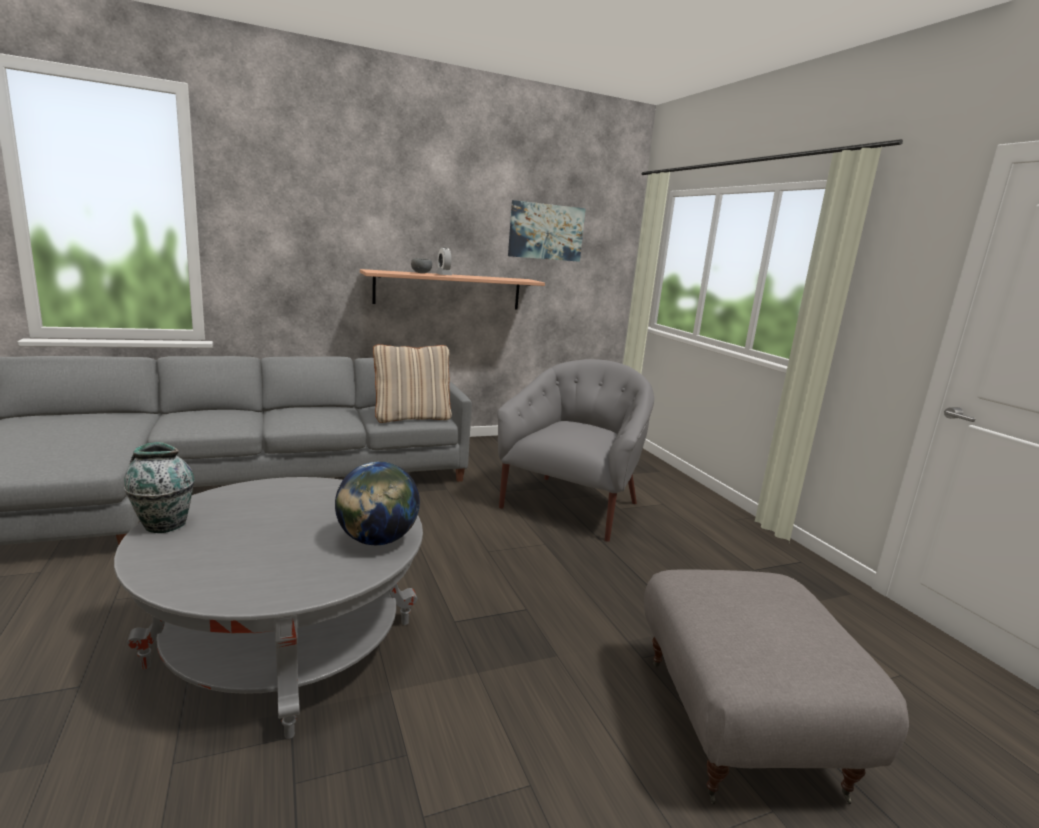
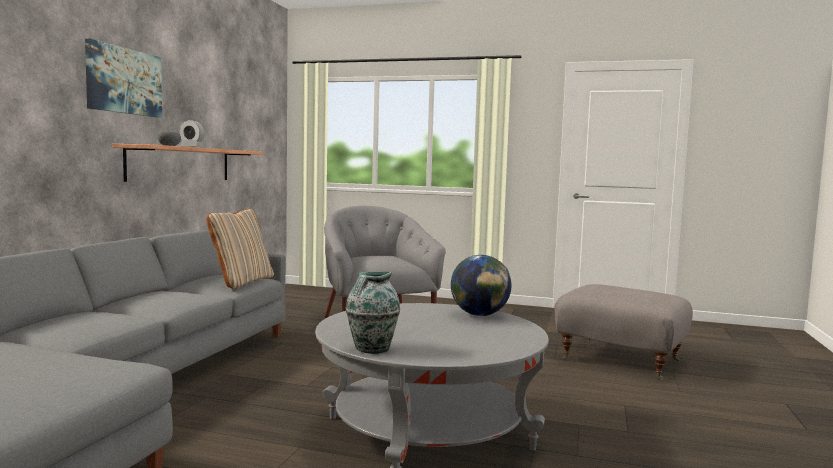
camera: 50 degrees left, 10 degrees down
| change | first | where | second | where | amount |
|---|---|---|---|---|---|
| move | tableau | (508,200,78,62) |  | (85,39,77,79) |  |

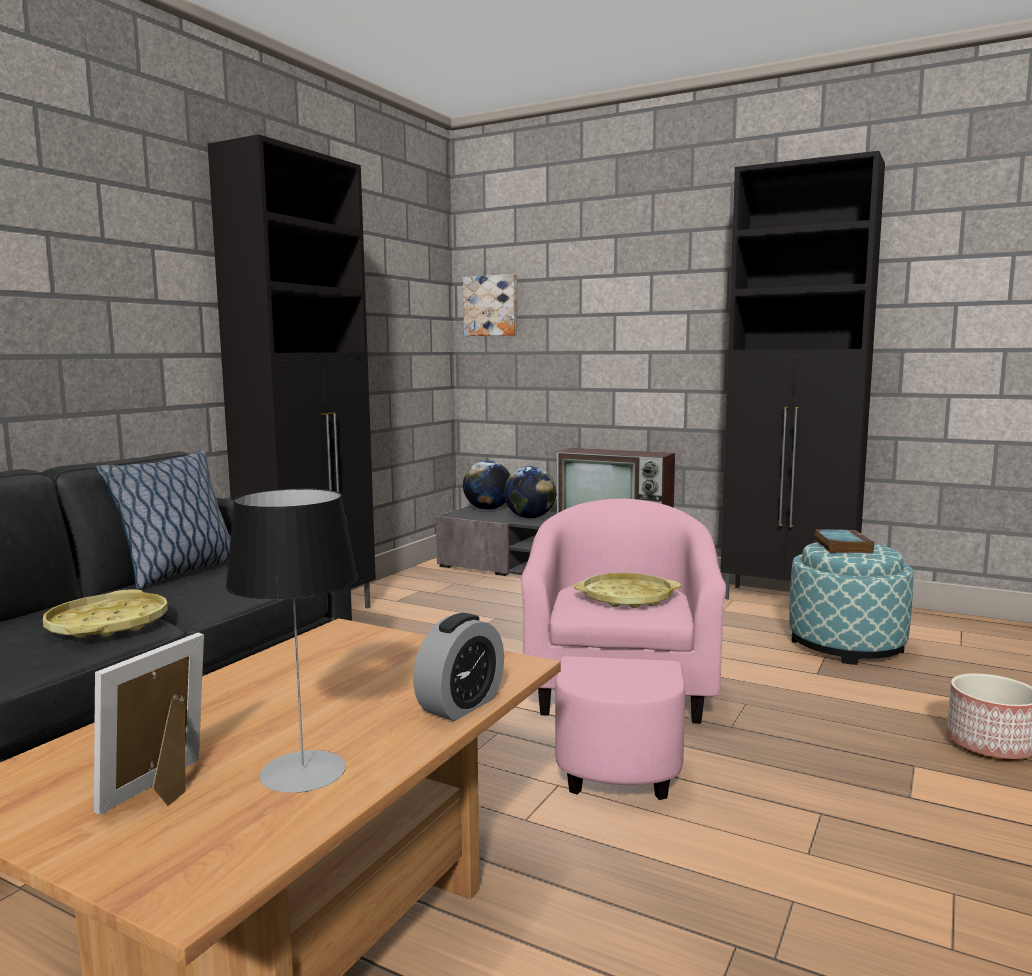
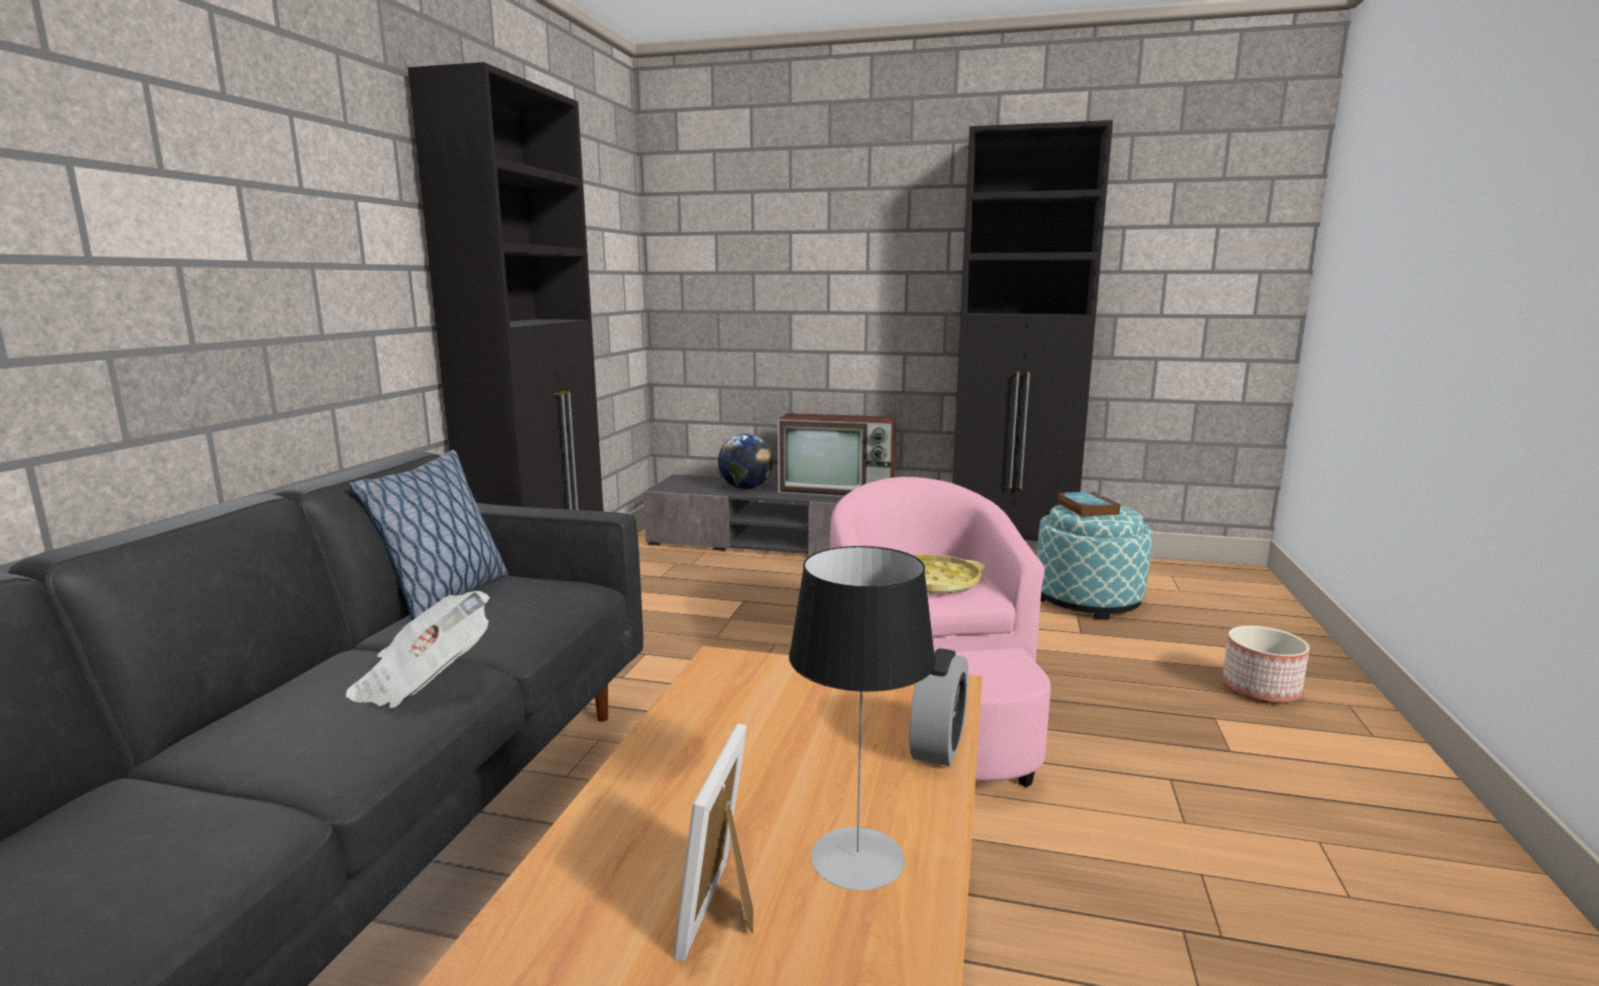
camera: 15 degrees left, 5 degrees up
| change | first | where | second | where | amount |
|---|---|---|---|---|---|
| delete | tableau | (463,274,54,62) |  |  |  |
| delete | globe | (463,460,47,50) |  |  |  |
| replace | plateau [jaune] | (43,589,125,49) | journal | (346,591,144,117) |  |

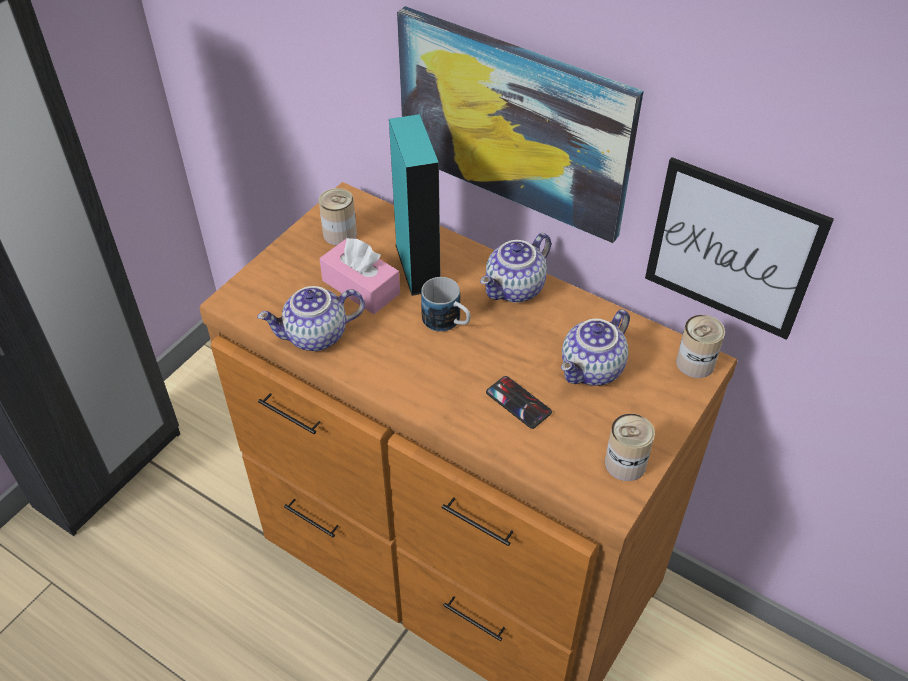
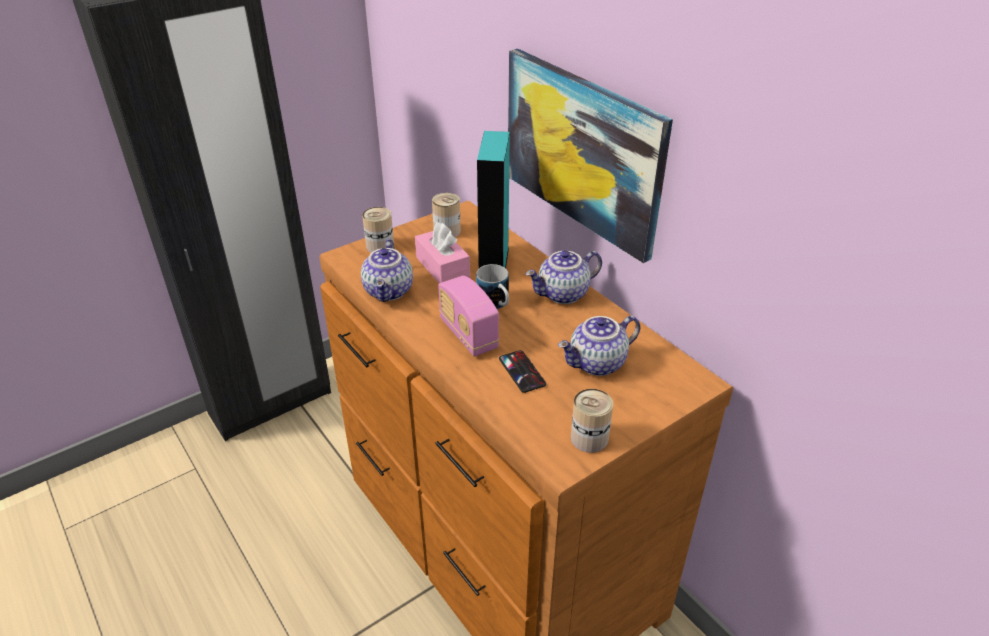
camera: 20 degrees right, 10 degrees down
| change | first | where | second | where | amount |
|---|---|---|---|---|---|
| delete | tableau | (645,157,189,183) |  |  |  |
| rotate | théière | (257,286,108,65) |  | (361,239,52,63) | 90 degrees counterclockwise |
| move | boîte métallique | (676,315,49,63) |  | (362,207,32,46) |  |
| insert |  |  | radio | (438,276,61,81) |  |

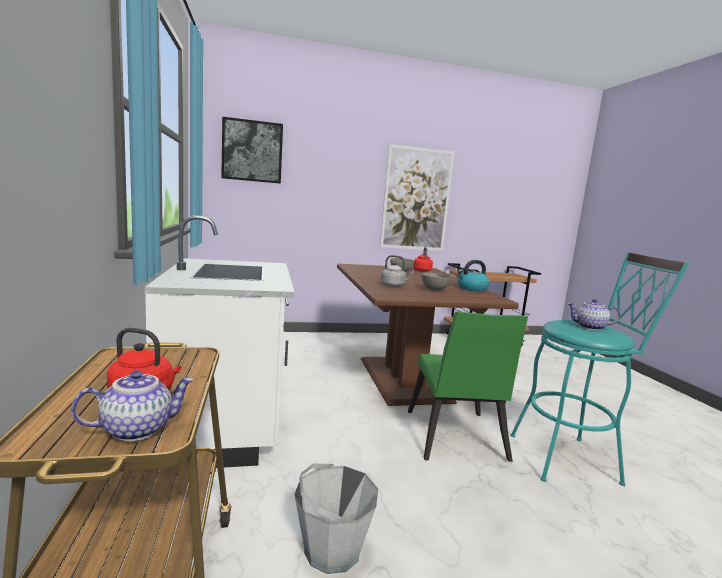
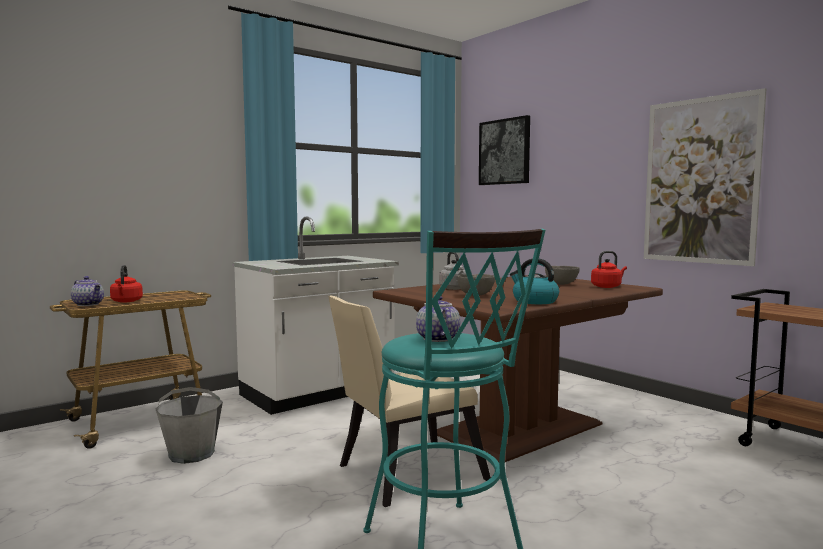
camera: 65 degrees right, 5 degrees down
| change | first | where | second | where | amount |
|---|---|---|---|---|---|
| recolor | chaise [vert] | (408,311,120,151) | chaise [beige] | (328,296,163,211) |  |

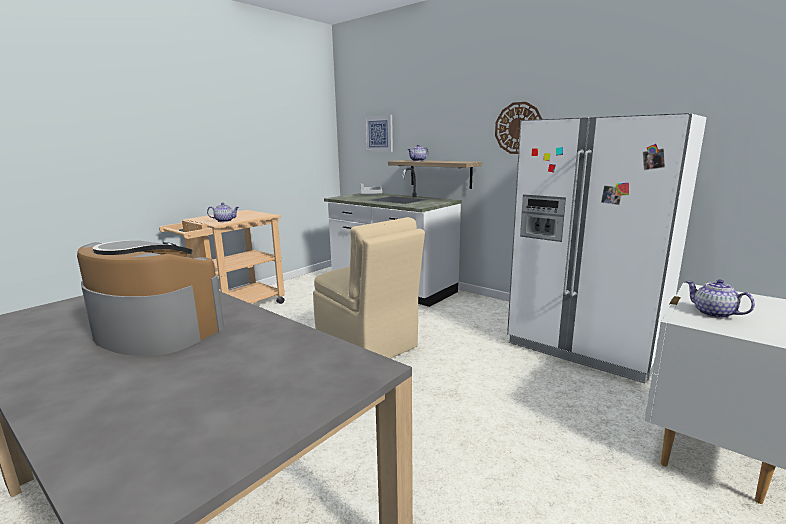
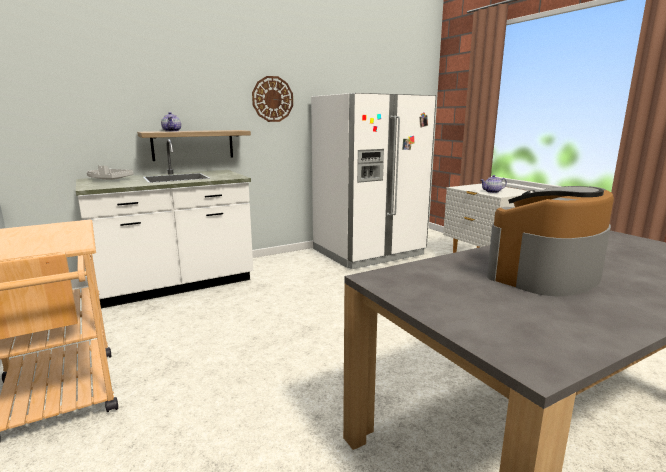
camera: 70 degrees left, 0 degrees up
| change | first | where | second | where | amount |
|---|---|---|---|---|---|
| delete | tableau | (364,115,29,37) |  |  |  |
| delete | théière | (207,203,32,19) |  |  |  |
| delete | chaise [beige] | (313,217,112,142) |  |  |  |

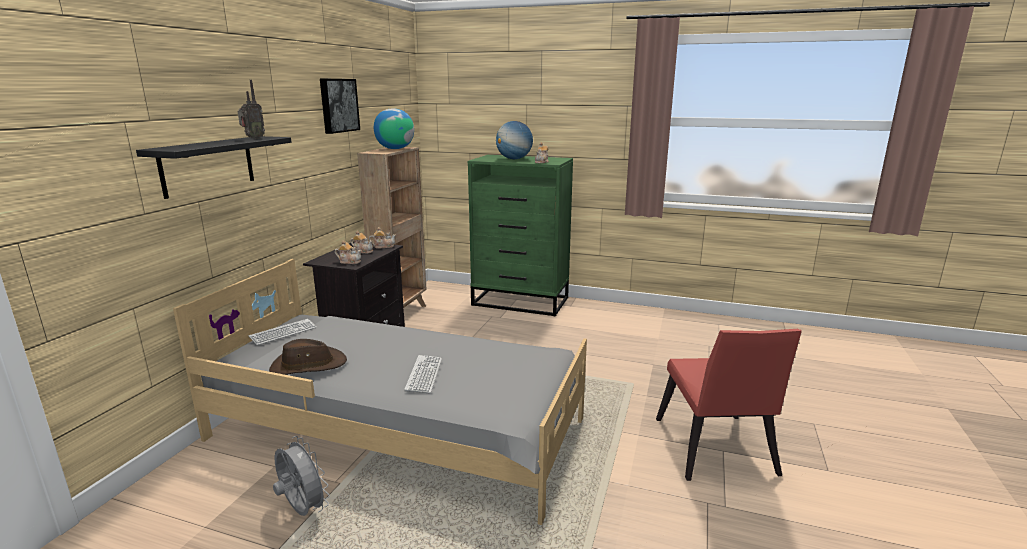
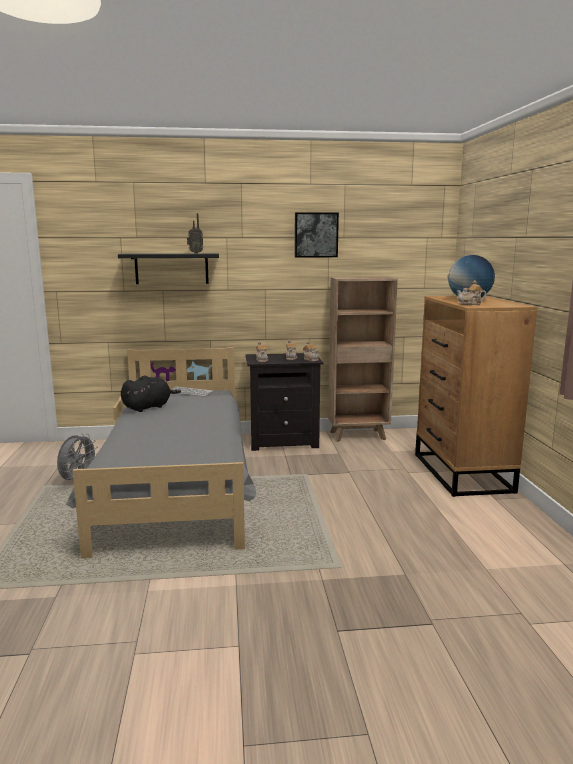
camera: 65 degrees right, 5 degrees down
| change | first | where | second | where | amount |
|---|---|---|---|---|---|
| delete | globe | (374,109,40,40) |  |  |  |
| recolor | commode [vert] | (467,155,106,162) | commode [marron] | (415,296,122,201) |  |
| delete | chaise [rouge] | (656,329,146,152) |  |  |  |
| replace | chapeau [marron] | (269,339,78,36) | peluche [noir] | (121,376,60,36) |  |
| delete | clavier | (404,355,38,38) |  |  |  |

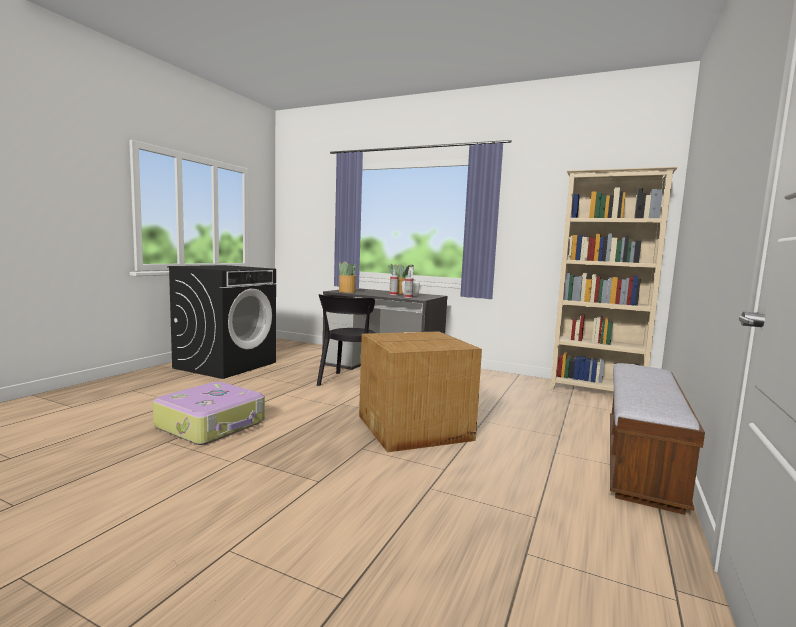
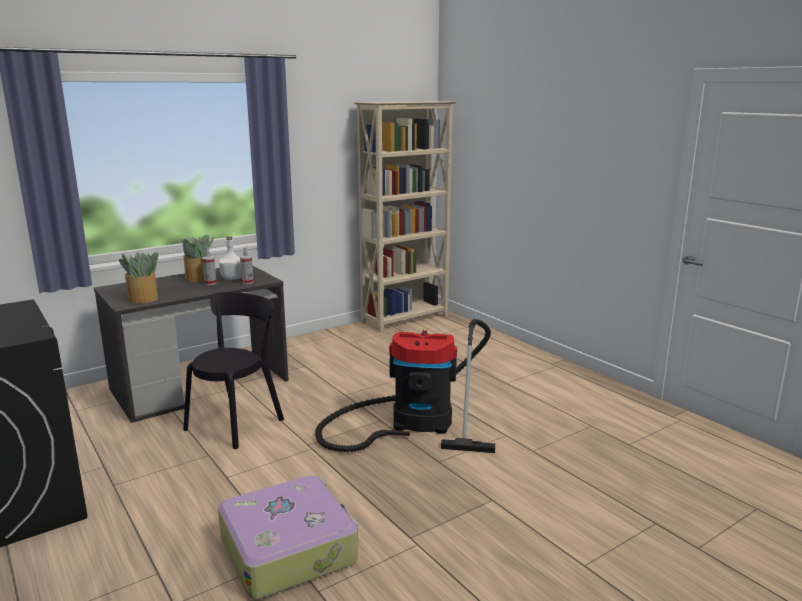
camera: 60 degrees left, 10 degrees up
| change | first | where | second | where | amount |
|---|---|---|---|---|---|
| rotate | chaise [noir] | (317,294,59,92) |  | (183,292,101,157) | 105 degrees counterclockwise |
| replace | carton | (359,331,123,121) | aspirateur | (315,319,180,134) |  |
| delete | banc | (610,363,95,152) |  |  |  |

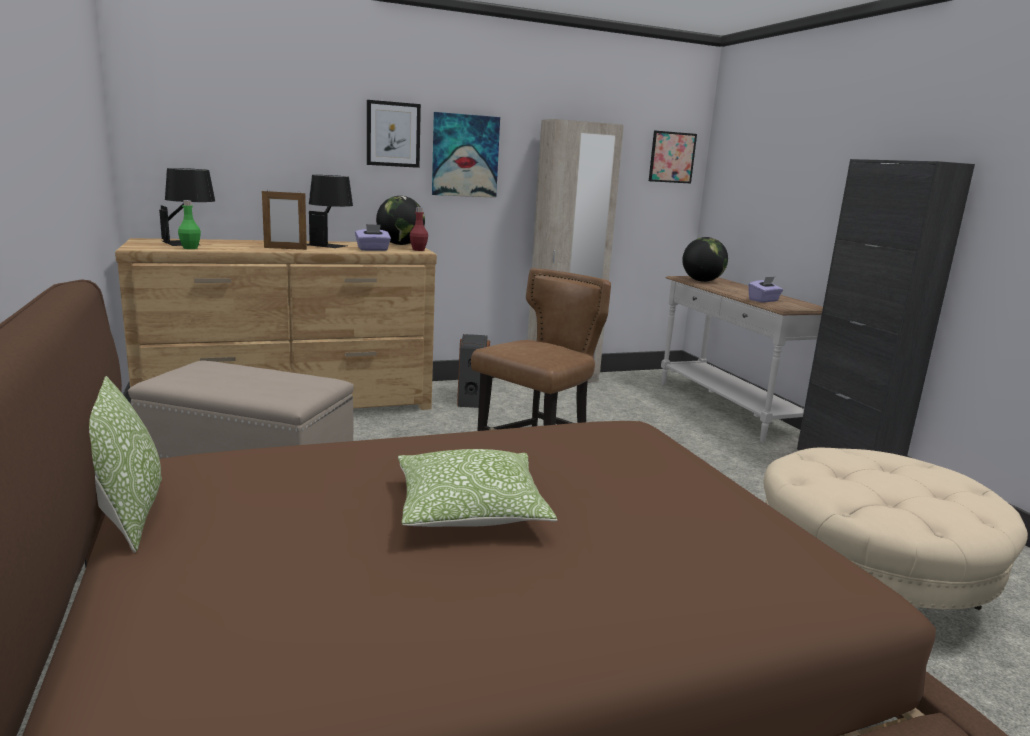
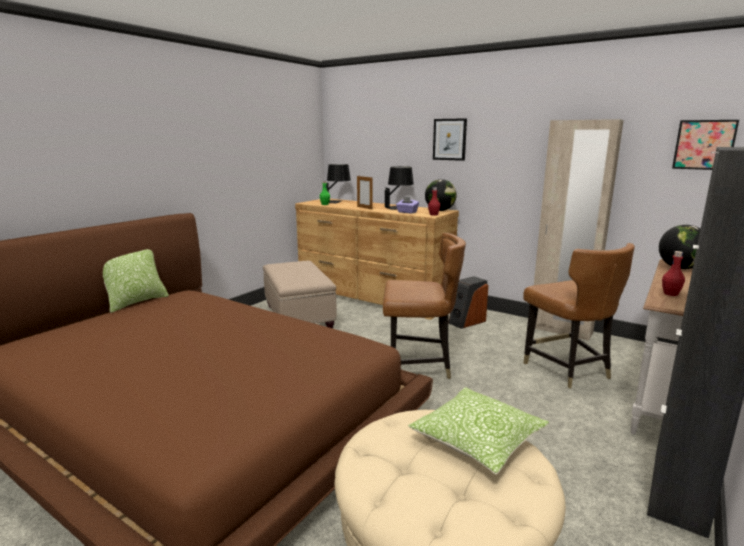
camera: 55 degrees right, 0 degrees up
| change | first | where | second | where | amount |
|---|---|---|---|---|---|
| delete | tableau | (432,112,68,86) |  |  |  |
| replace | boîte à mouchoirs [violet] | (748,277,35,26) | bouteille [rouge] | (662,251,23,45) |  |
| move | coussin | (398,449,159,78) |  | (408,387,141,88) |  |
| insert |  |  | chaise [marron] | (523,243,112,145) |  |

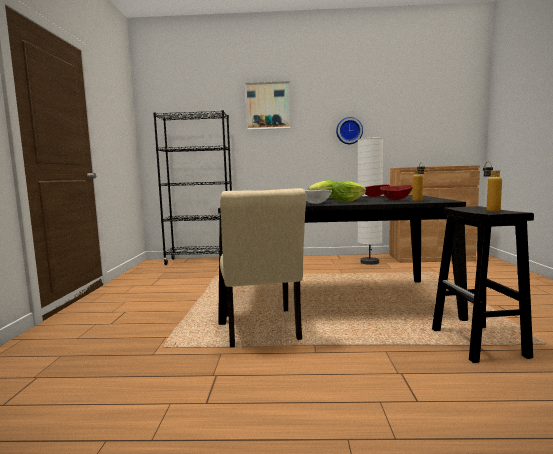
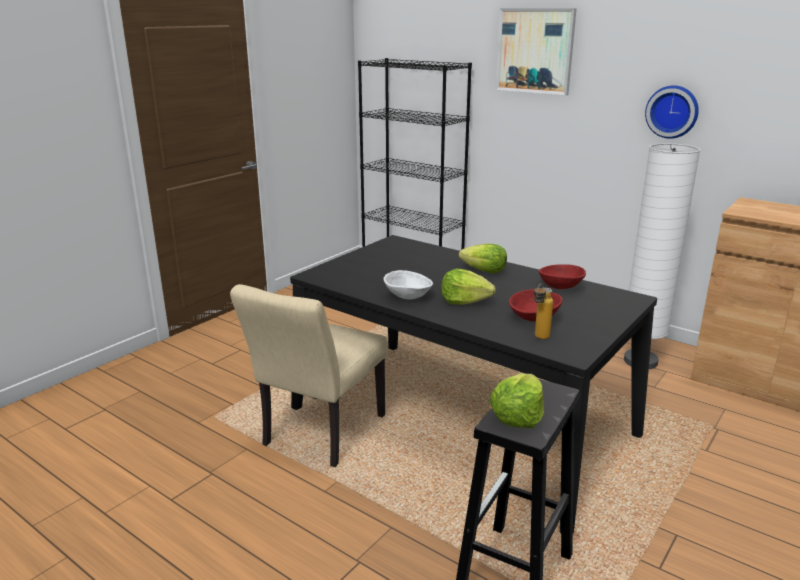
camera: 35 degrees right, 15 degrees up
| change | first | where | second | where | amount |
|---|---|---|---|---|---|
| replace | bouteille | (483,162,19,50) | laitue | (489,374,55,54) |  |

